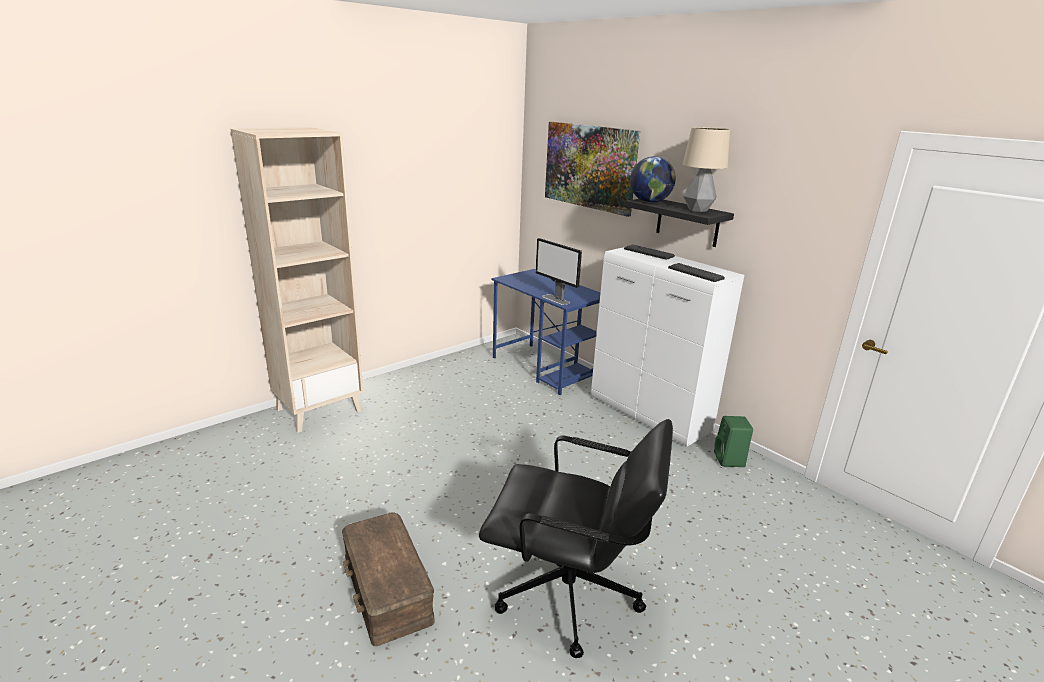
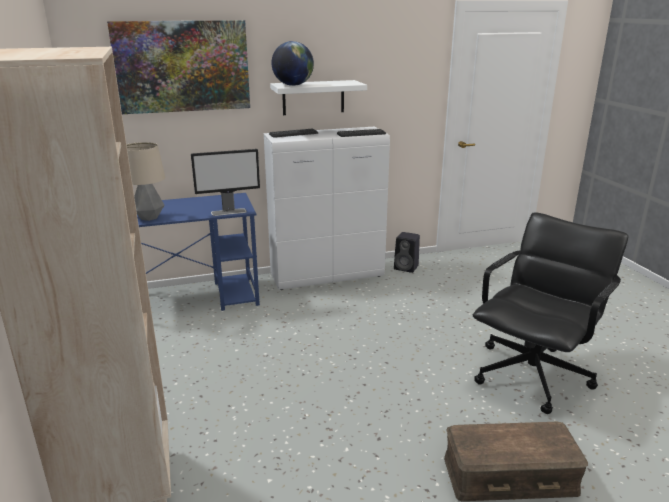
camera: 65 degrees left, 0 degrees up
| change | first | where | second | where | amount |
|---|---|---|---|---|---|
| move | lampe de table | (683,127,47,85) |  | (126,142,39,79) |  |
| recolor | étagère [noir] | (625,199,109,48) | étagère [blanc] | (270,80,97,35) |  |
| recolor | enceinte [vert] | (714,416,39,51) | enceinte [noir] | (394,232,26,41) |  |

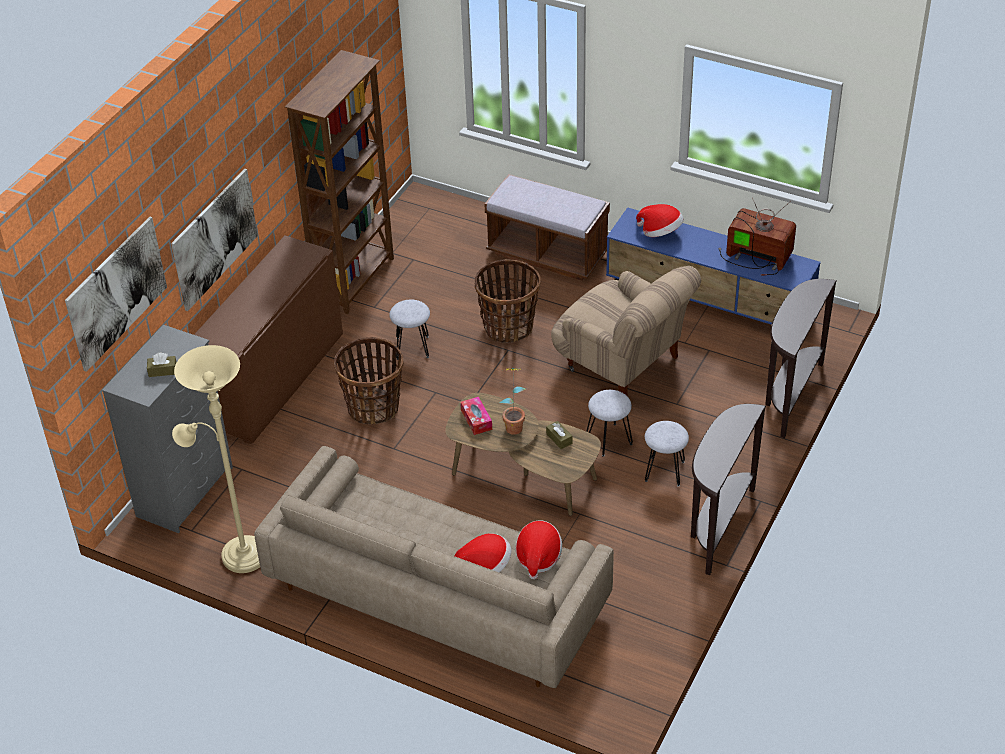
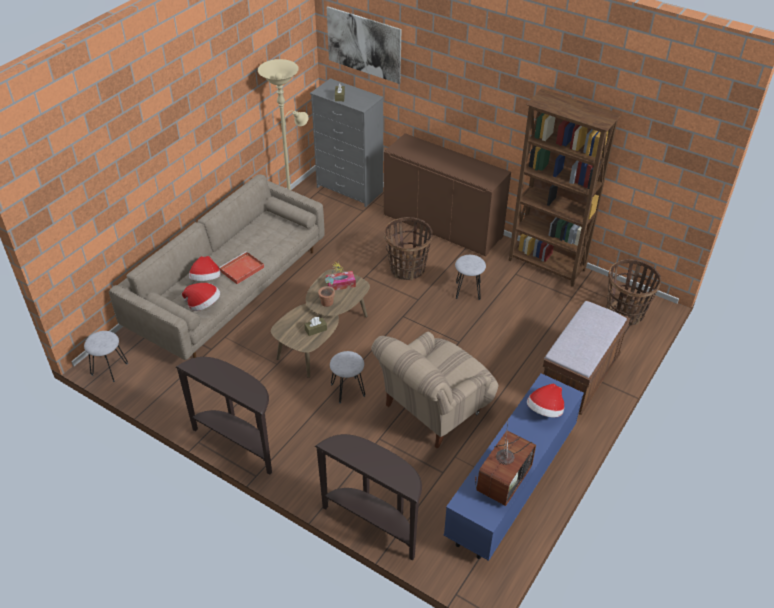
camera: 95 degrees right, 0 degrees up
| change | first | where | second | where | amount |
|---|---|---|---|---|---|
| delete | tableau | (171,169,87,142) |  |  |  |
| move | panier | (474,259,67,84) |  | (606,259,55,66) |  |
| move | tabouret [gris] | (645,421,44,66) |  | (84,331,44,51) |  |
| insert |  |  | plateau [rouge] | (219,251,46,33) |  |

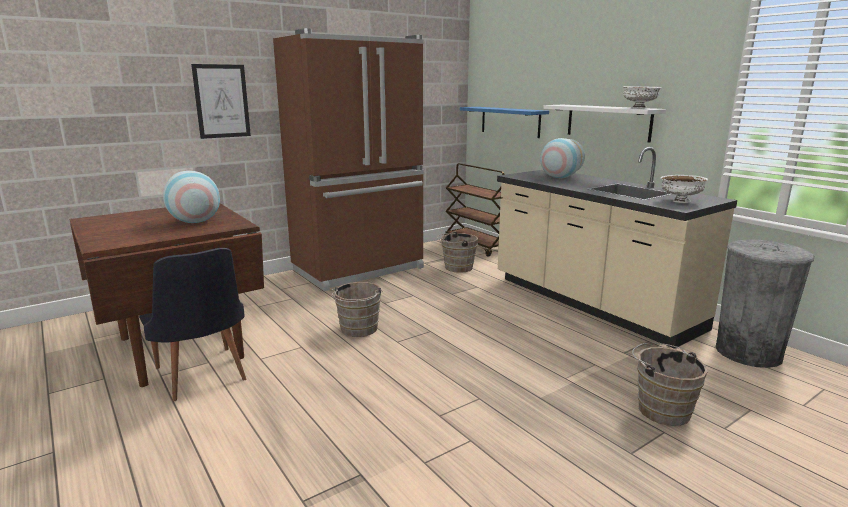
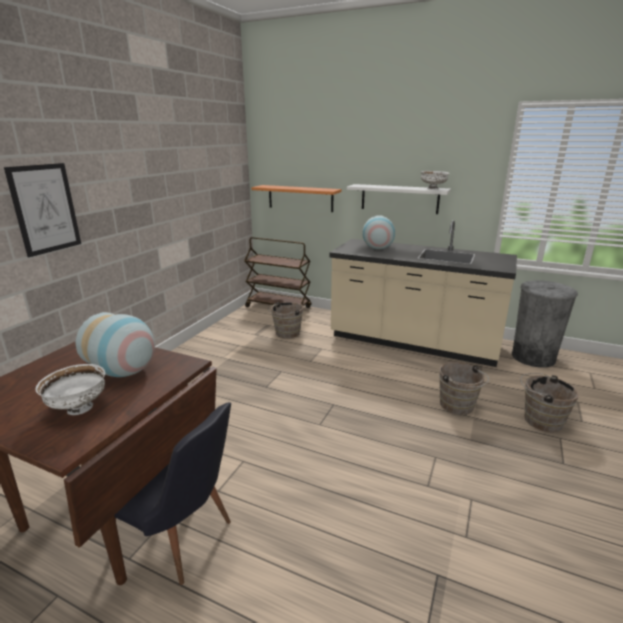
camera: 30 degrees left, 5 degrees up
| change | first | where | second | where | amount |
|---|---|---|---|---|---|
| delete | réfrigérateur [marron] | (273,28,151,263) |  |  |  |
| recolor | étagère [bleu] | (460,107,89,31) | étagère [orange] | (251,185,91,27) |  |
| move | bol [blanc] | (661,175,47,28) |  | (35,364,70,51) |  |
| move | seau [marron] | (331,282,52,55) |  | (439,362,50,53) |  |

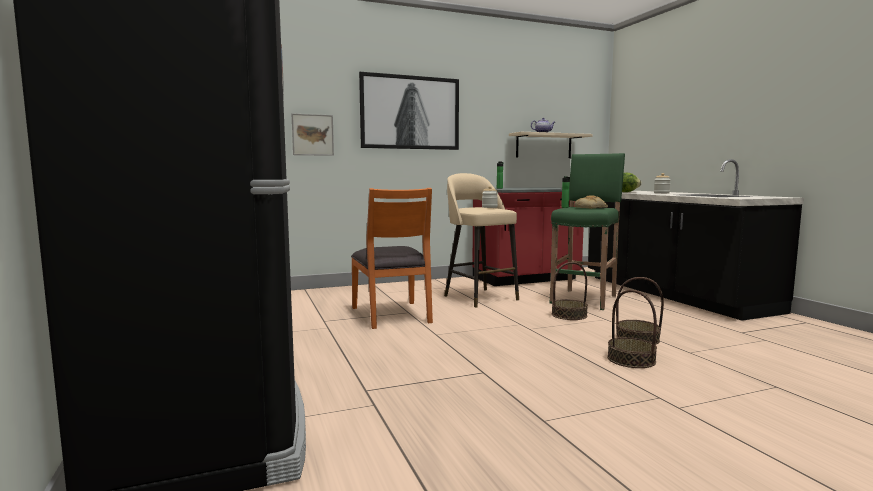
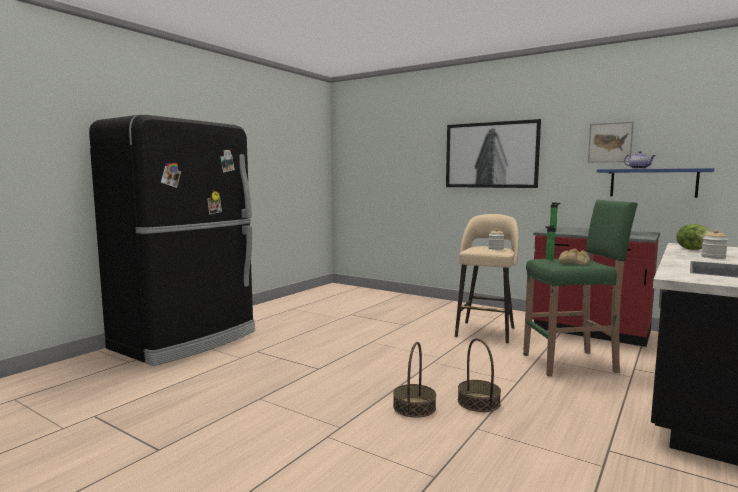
camera: 55 degrees right, 0 degrees up
| change | first | where | second | where | amount |
|---|---|---|---|---|---|
| move | tableau | (292,114,42,42) |  | (588,121,46,42) |  |
| recolor | étagère [beige] | (509,132,84,26) | étagère [bleu] | (597,168,117,30) |  |
| delete | chaise [orange] | (351,188,82,141) |  |  |  |
| delete | panier | (552,262,36,58) |  |  |  |

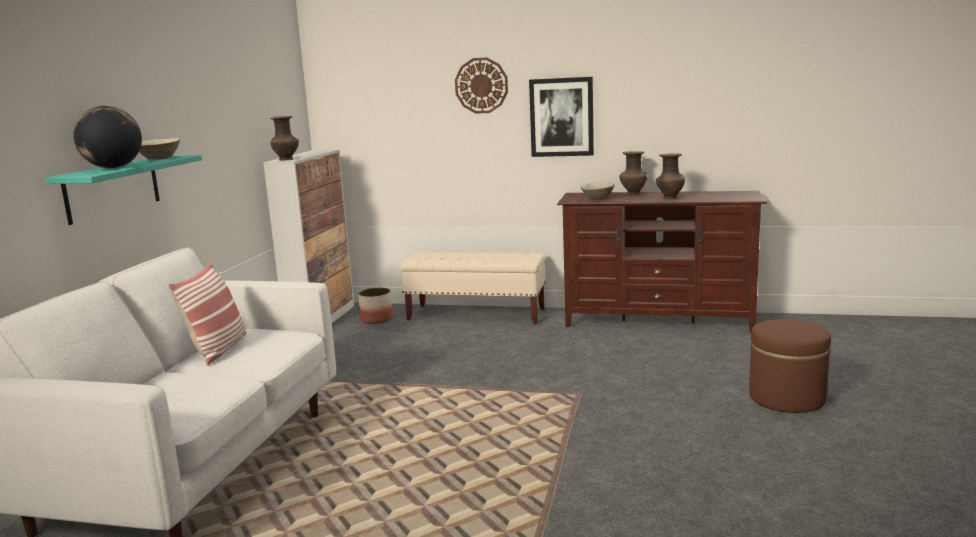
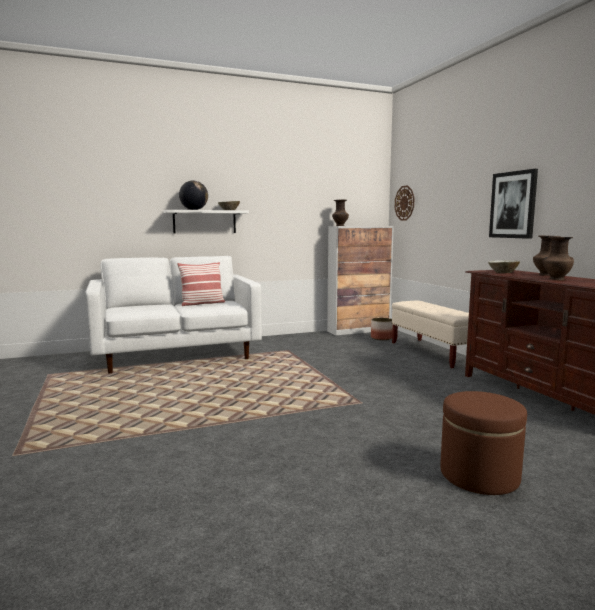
camera: 55 degrees right, 5 degrees down
| change | first | where | second | where | amount |
|---|---|---|---|---|---|
| move | horloge murale | (455,58,53,56) |  | (395,185,19,35) |  |
| recolor | étagère [turquoise] | (45,155,157,70) | étagère [blanc] | (164,210,85,23) |  |

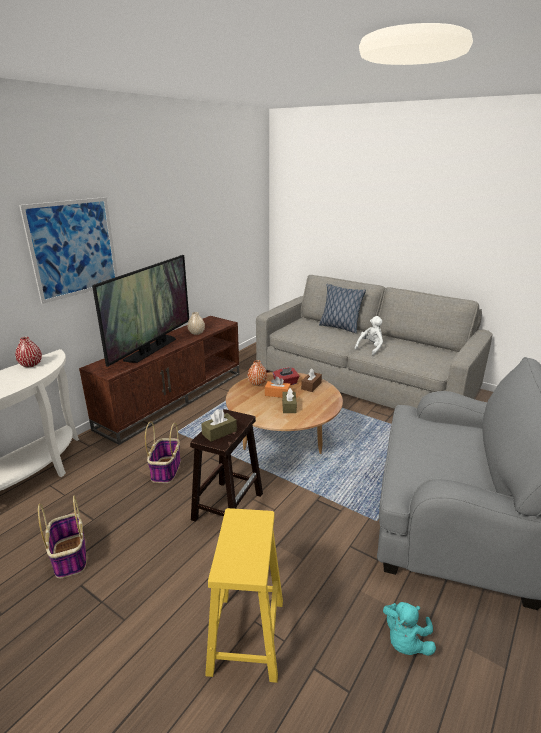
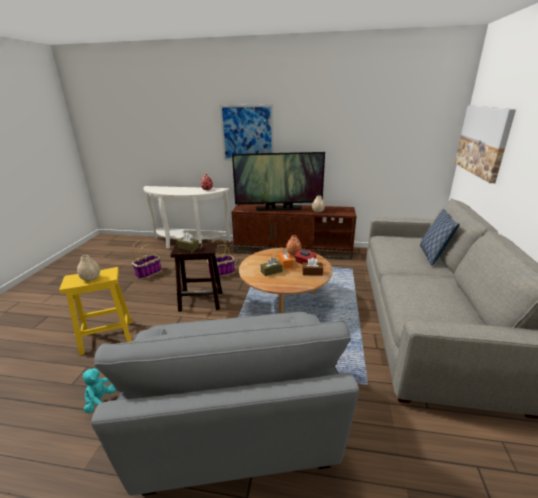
camera: 65 degrees right, 0 degrees up
| change | first | where | second | where | amount |
|---|---|---|---|---|---|
| delete | peluche [blanc] | (354,316,29,39) |  |  |  |
| insert |  |  | tableau | (455,105,61,78) |  |
| insert |  |  | vase [beige] | (77,255,23,26) |  |

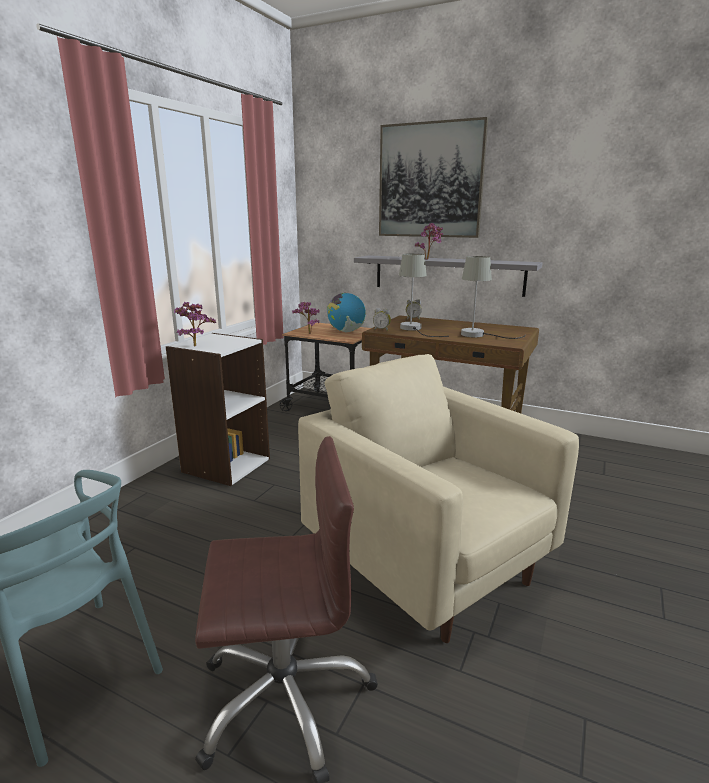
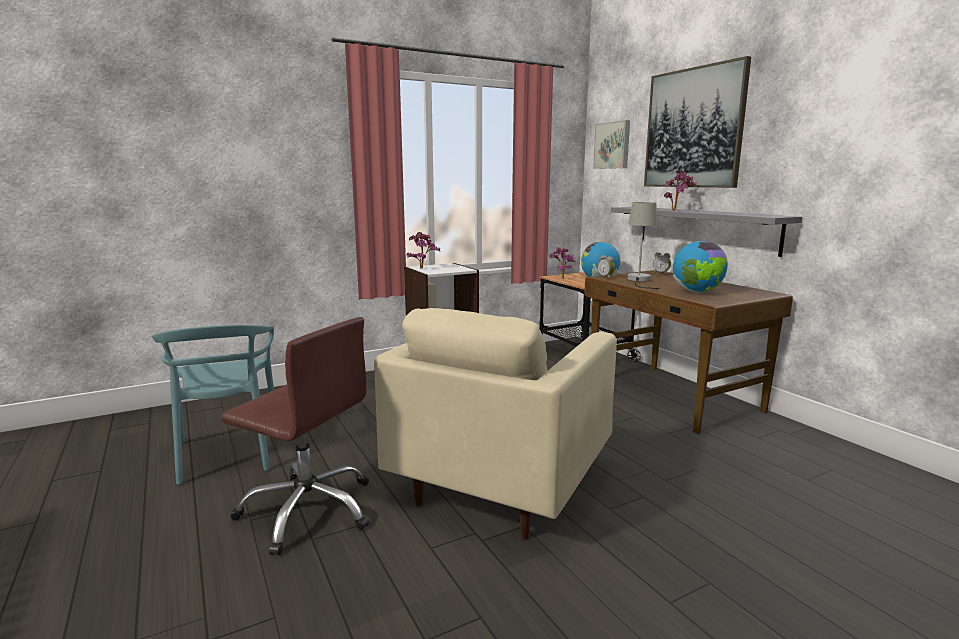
camera: 35 degrees right, 5 degrees down
| change | first | where | second | where | amount |
|---|---|---|---|---|---|
| replace | lampe de table [gris] | (461,256,65,83) | globe | (673,241,55,52) |  |
| rotate | fauteuil [beige] | (298,354,281,289) |  | (374,308,243,232) | 150 degrees counterclockwise |
| insert |  |  | tableau | (593,120,37,49) |  |

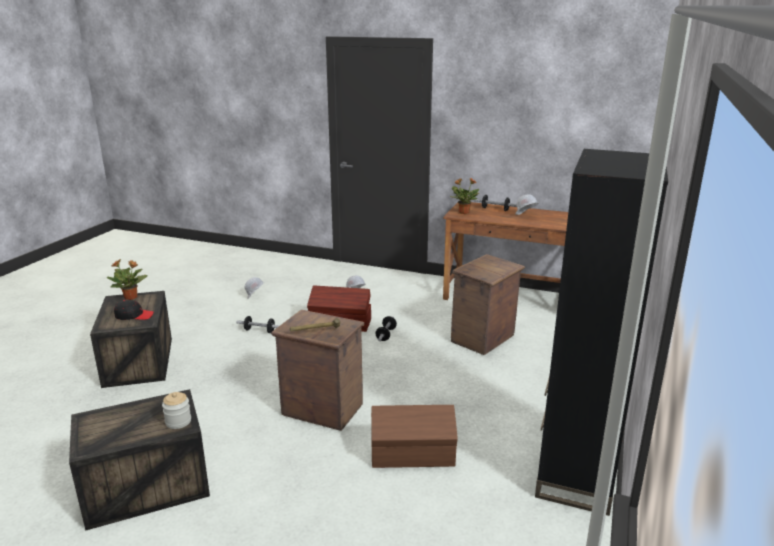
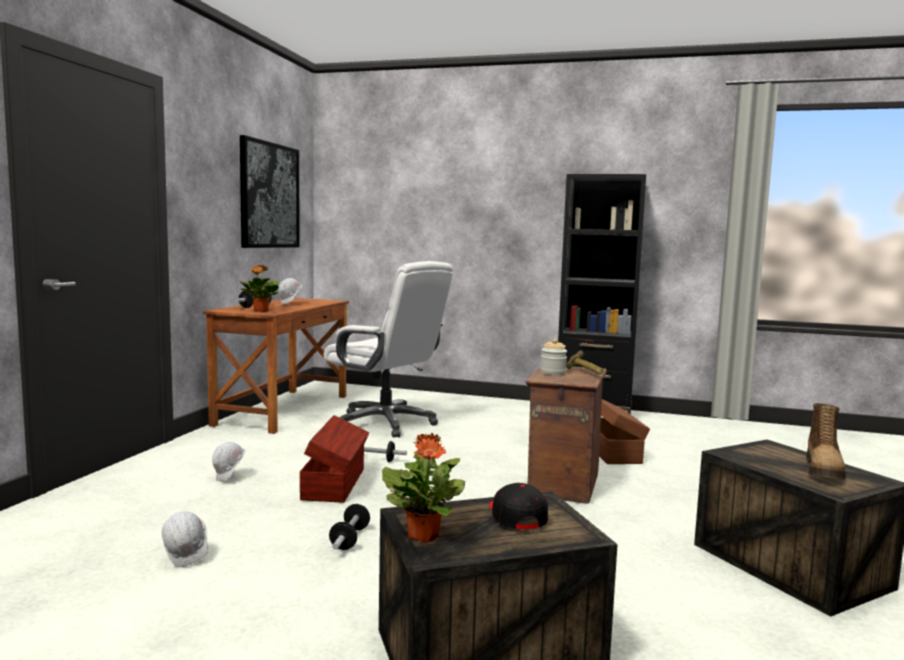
camera: 95 degrees left, 15 degrees down
| change | first | where | second | where | amount |
|---|---|---|---|---|---|
| replace | caisse | (451,254,74,101) | chaise de bureau [blanc] | (324,261,129,177) |  |
| move | bocal | (162,392,29,37) |  | (541,339,26,36) |  |
| insert |  |  | tableau | (240,135,60,113) |  |
| insert |  |  | botte | (806,403,40,76) |  |

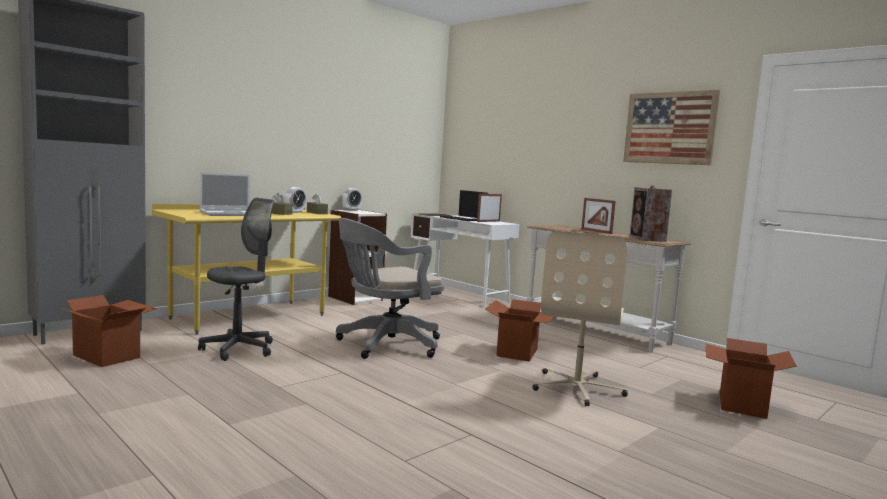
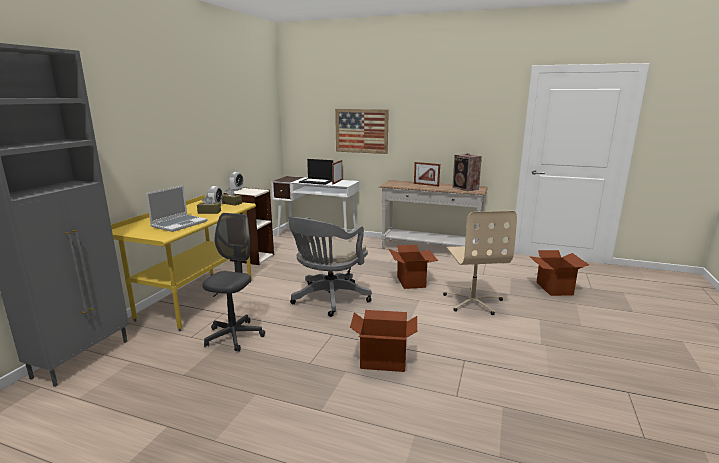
camera: 25 degrees left, 10 degrees up
| change | first | where | second | where | amount |
|---|---|---|---|---|---|
| move | tableau | (623,90,97,75) |  | (335,109,54,45) |  |
| move | carton | (53,295,104,72) |  | (350,310,67,62) |  |

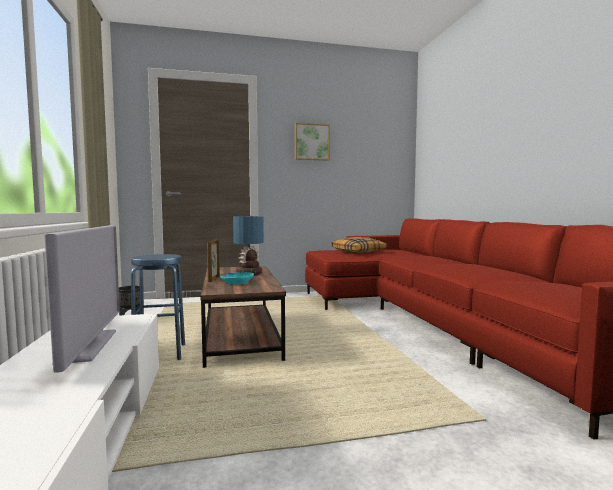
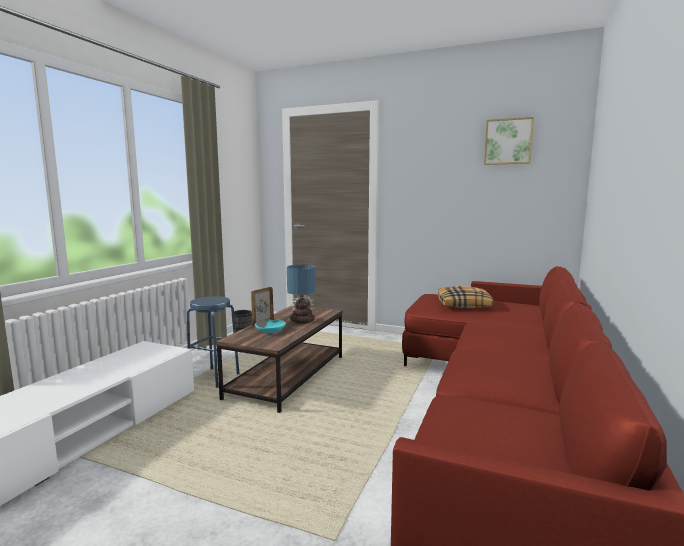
camera: 35 degrees right, 5 degrees up
| change | first | where | second | where | amount |
|---|---|---|---|---|---|
| move | tableau | (295,123,35,38) |  | (484,117,50,48) |  |
| delete | téléviseur | (45,225,75,148) |  |  |  |

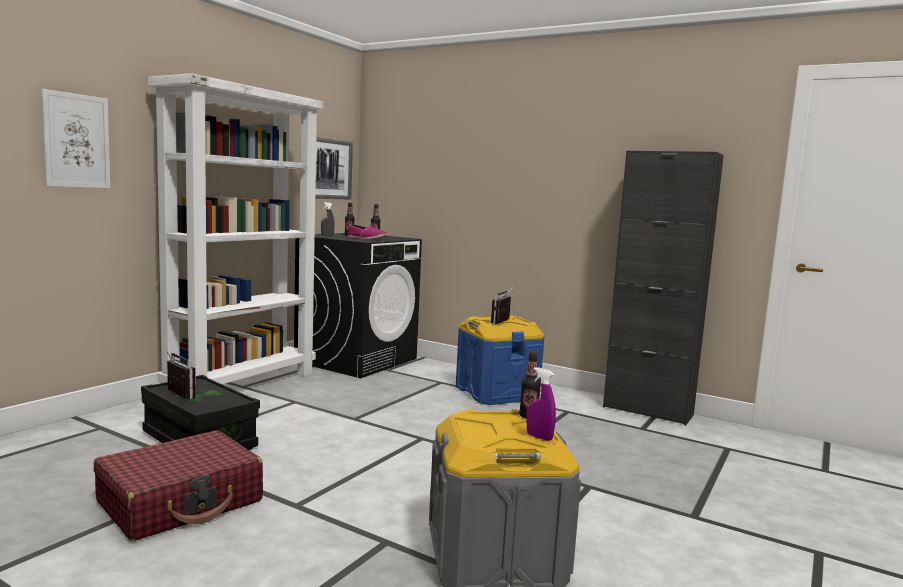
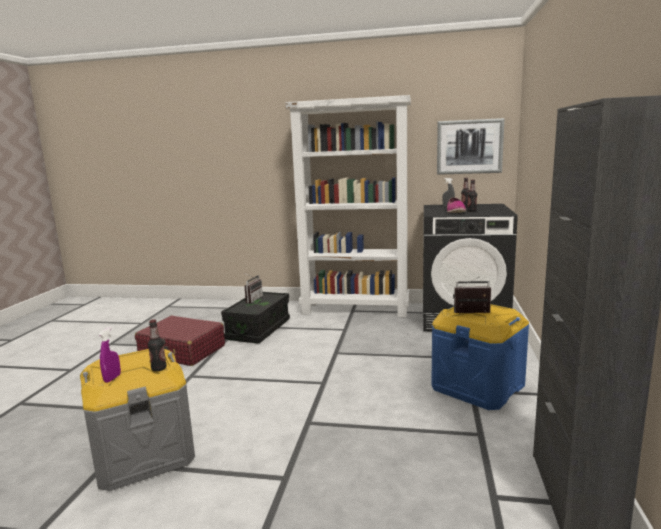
camera: 70 degrees right, 5 degrees up
| change | first | where | second | where | amount |
|---|---|---|---|---|---|
| delete | tableau | (41,89,69,99) |  |  |  |

